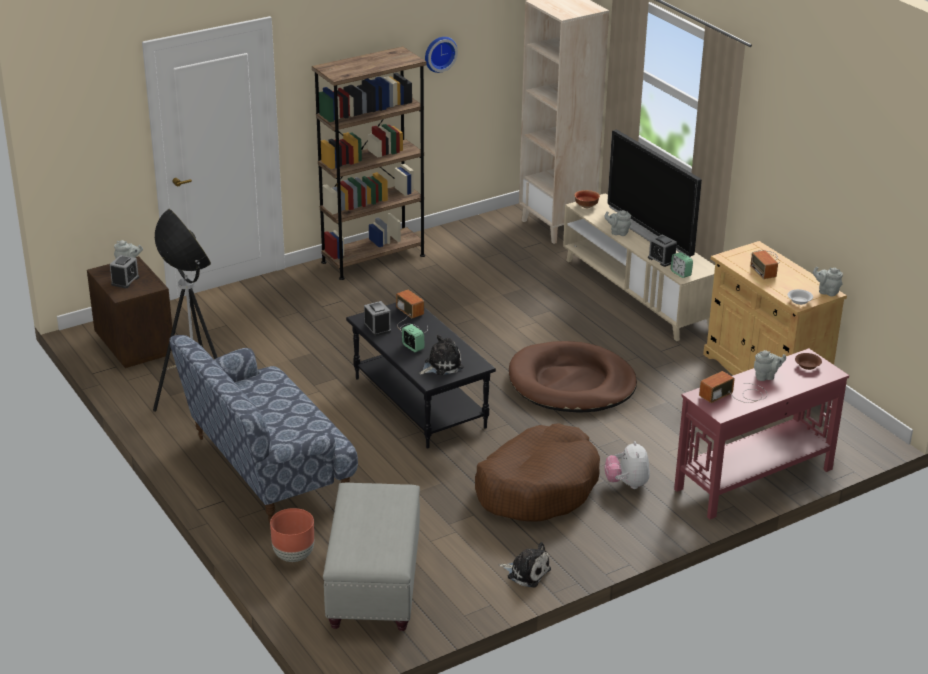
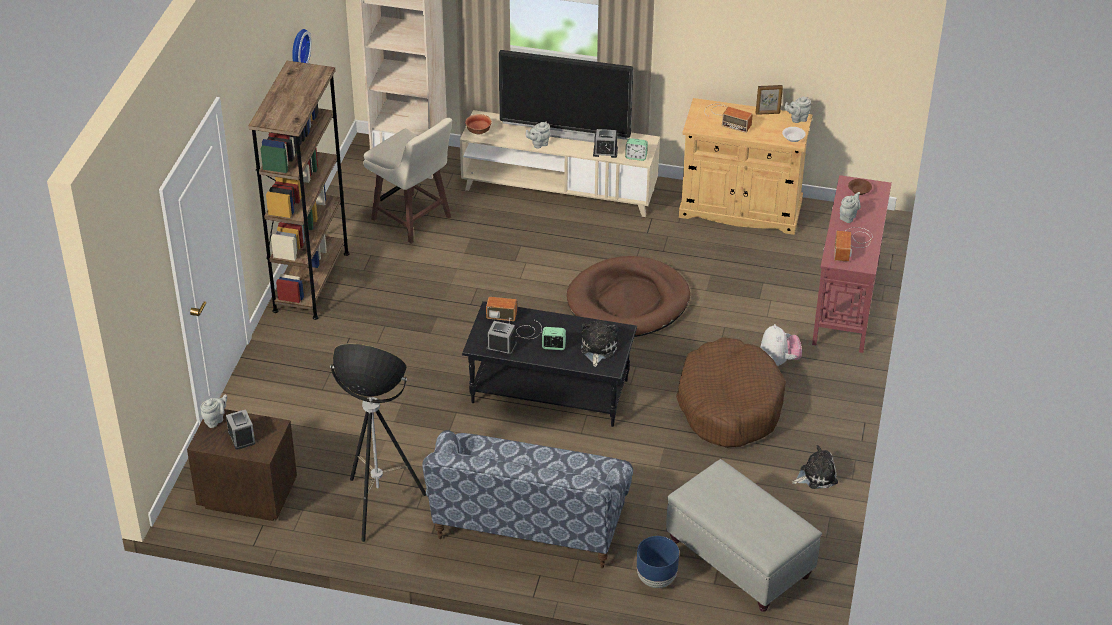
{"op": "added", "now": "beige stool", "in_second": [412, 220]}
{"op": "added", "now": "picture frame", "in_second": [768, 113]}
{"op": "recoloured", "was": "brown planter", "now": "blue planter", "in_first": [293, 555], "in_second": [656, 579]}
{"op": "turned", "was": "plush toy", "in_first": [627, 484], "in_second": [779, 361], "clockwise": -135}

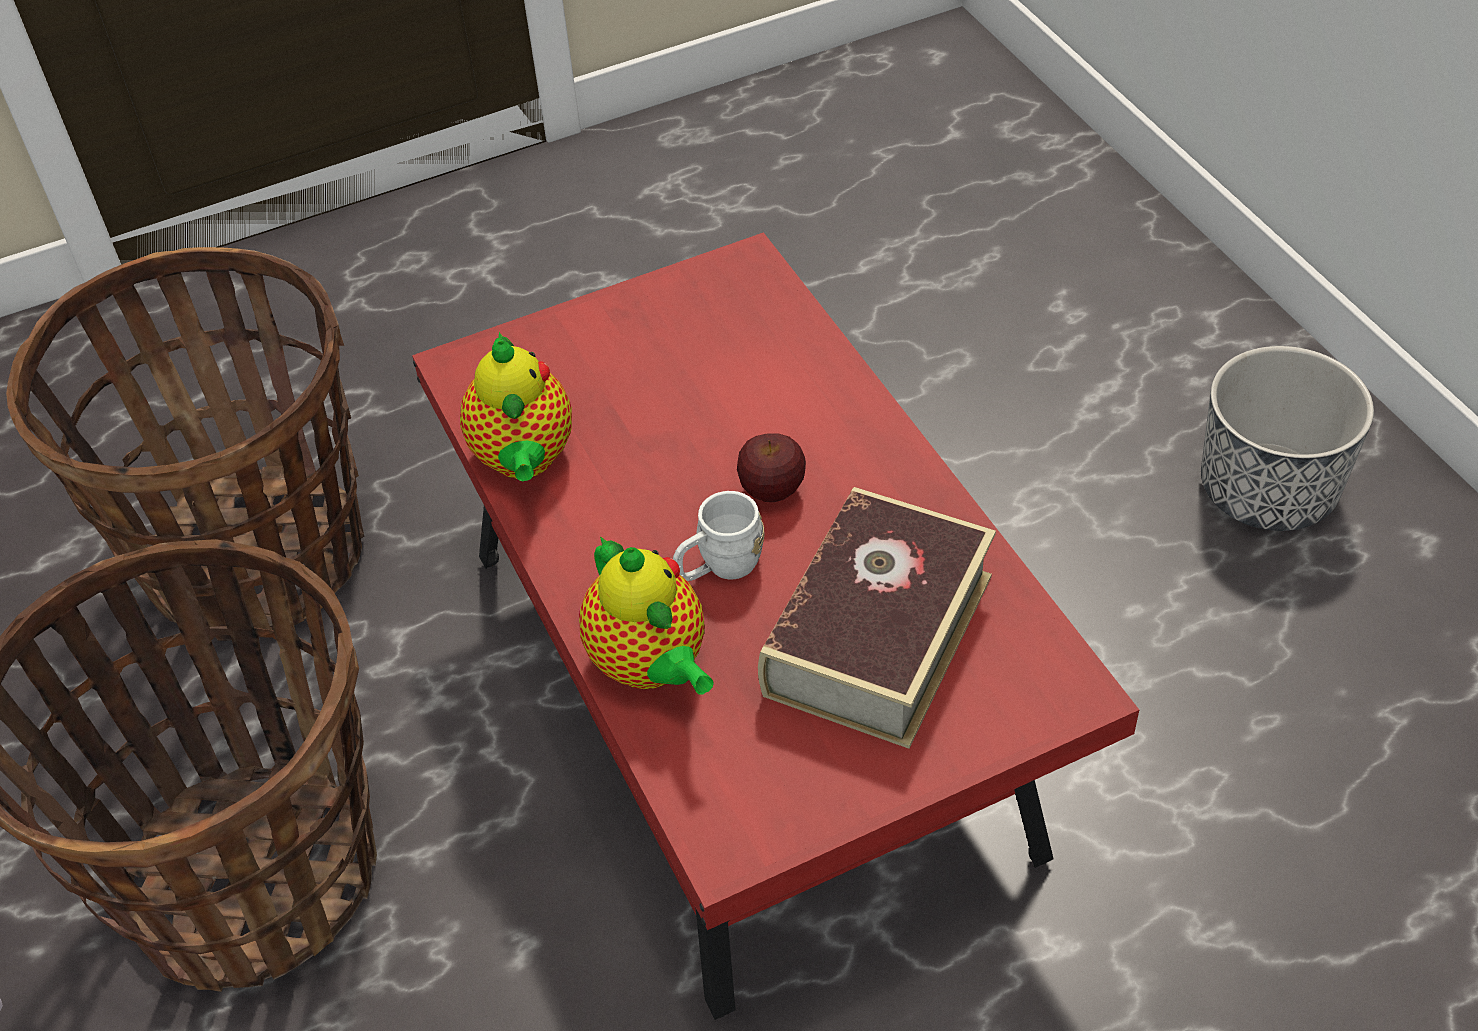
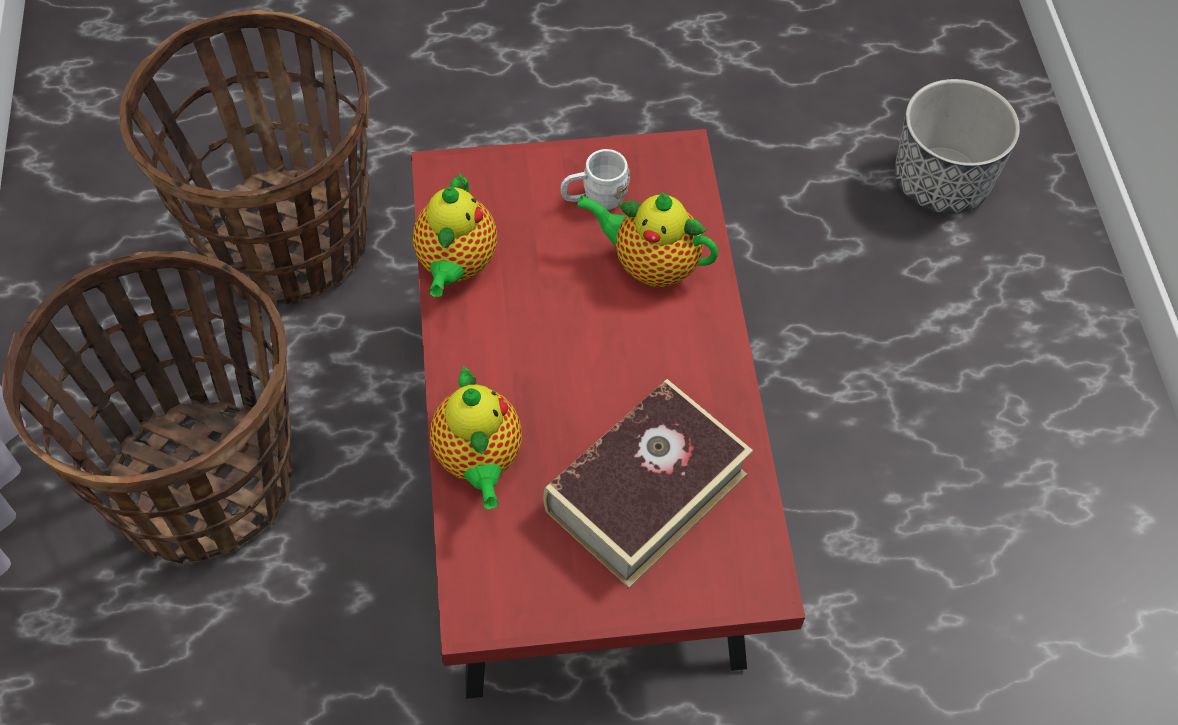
{"op": "removed", "was": "apple", "in_first": [772, 490]}
{"op": "added", "now": "teapot", "in_second": [650, 265]}
{"op": "moved", "was": "white mug", "in_first": [719, 568], "in_second": [595, 199]}
{"op": "moved", "was": "planter", "in_first": [1268, 488], "in_second": [941, 180]}

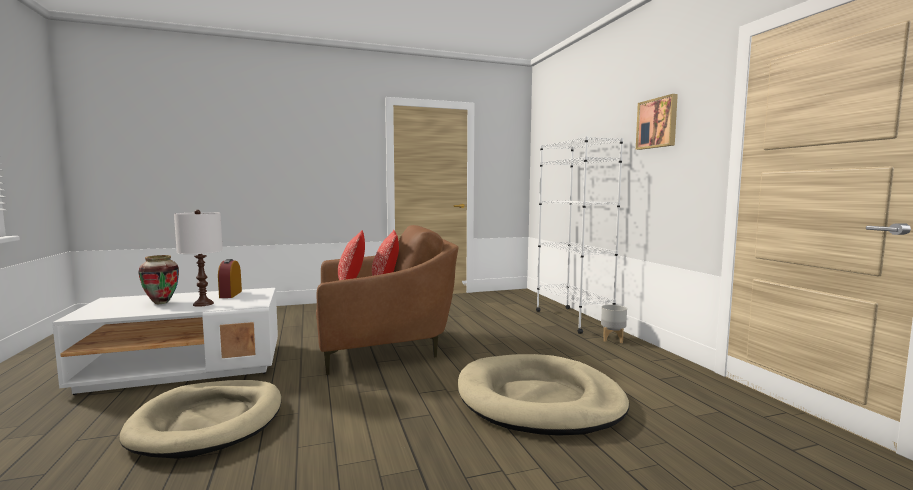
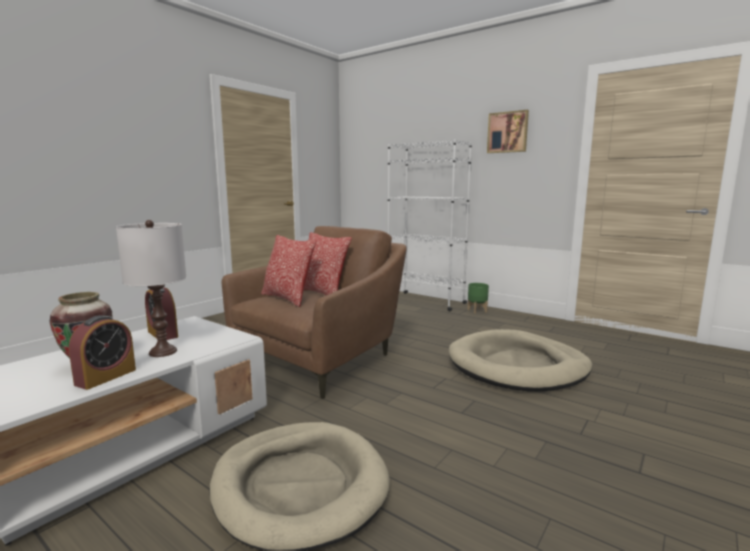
{"op": "added", "now": "alarm clock", "in_second": [106, 377]}
{"op": "recoloured", "was": "grey planter", "now": "green planter", "in_first": [612, 339], "in_second": [477, 311]}

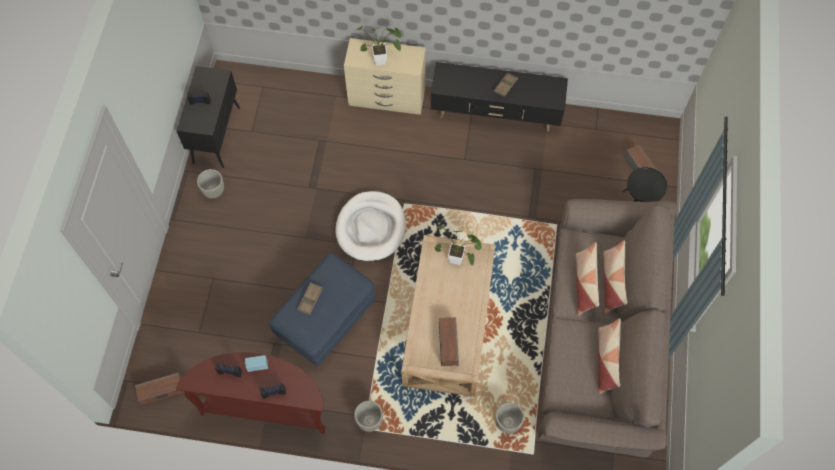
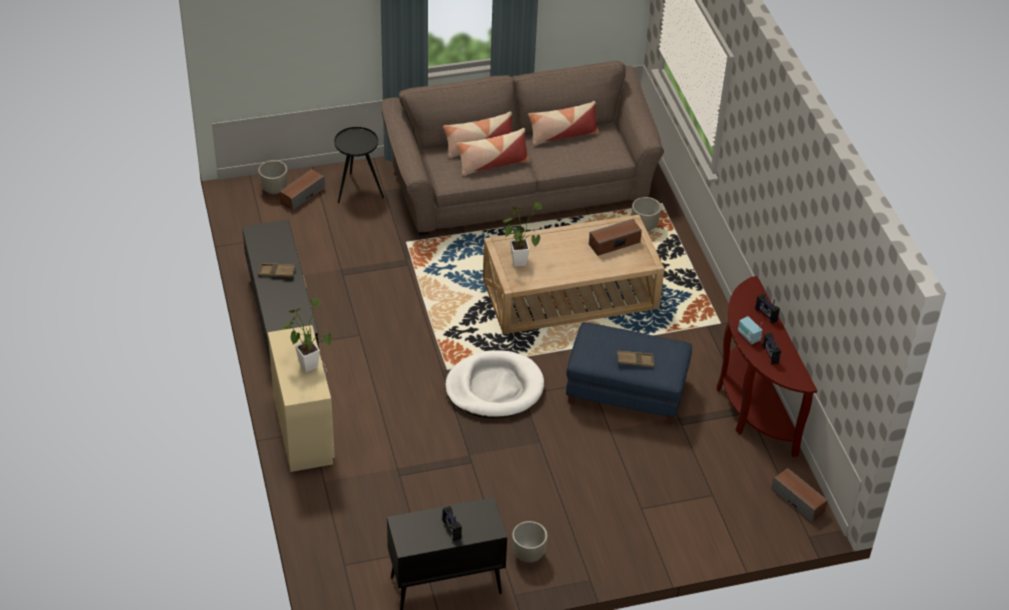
{"op": "moved", "was": "grey planter", "in_first": [369, 421], "in_second": [274, 190]}

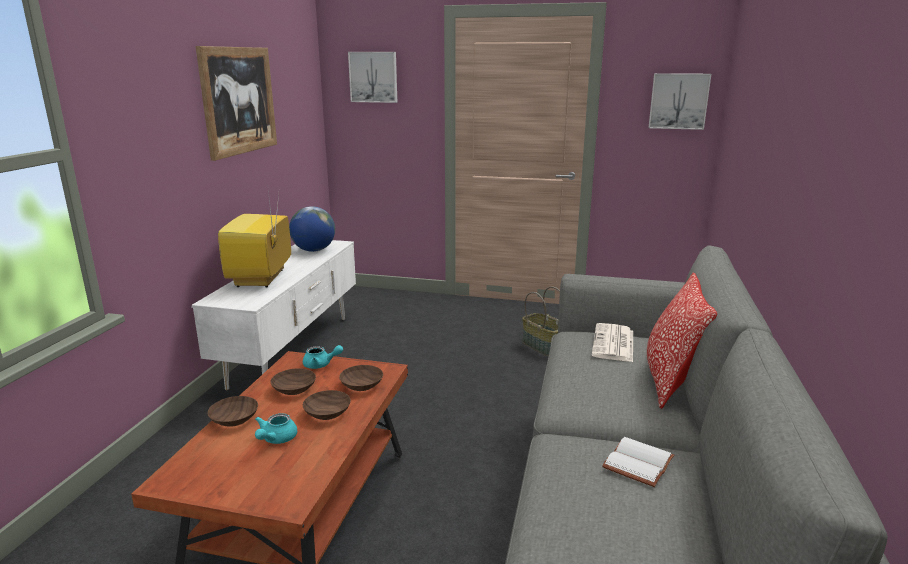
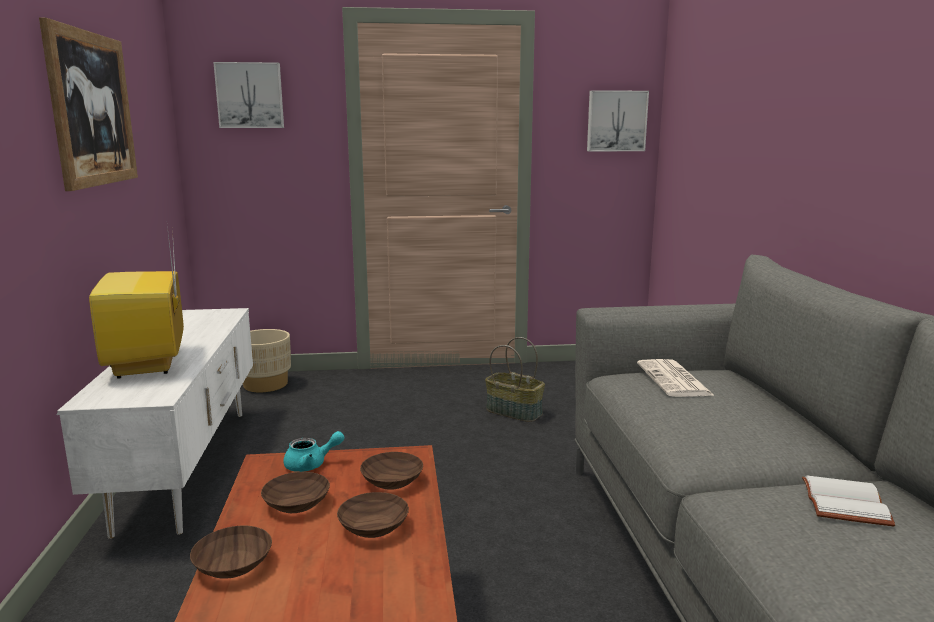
{"op": "removed", "was": "turquoise teapot", "in_first": [276, 439]}
{"op": "removed", "was": "globe", "in_first": [314, 250]}
{"op": "removed", "was": "pillow", "in_first": [670, 381]}
{"op": "added", "now": "beige planter", "in_second": [265, 384]}

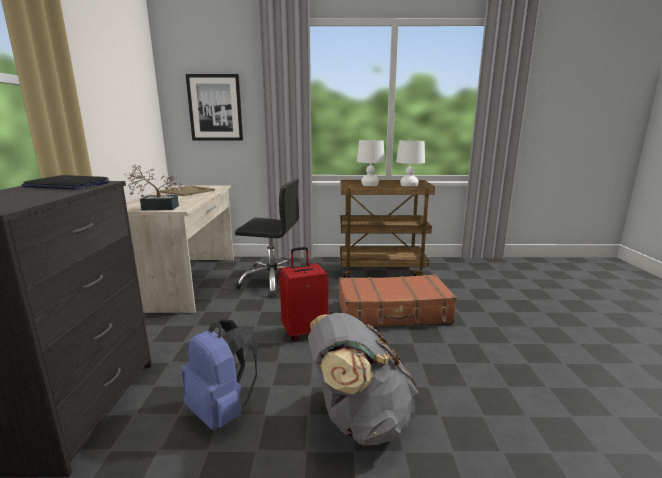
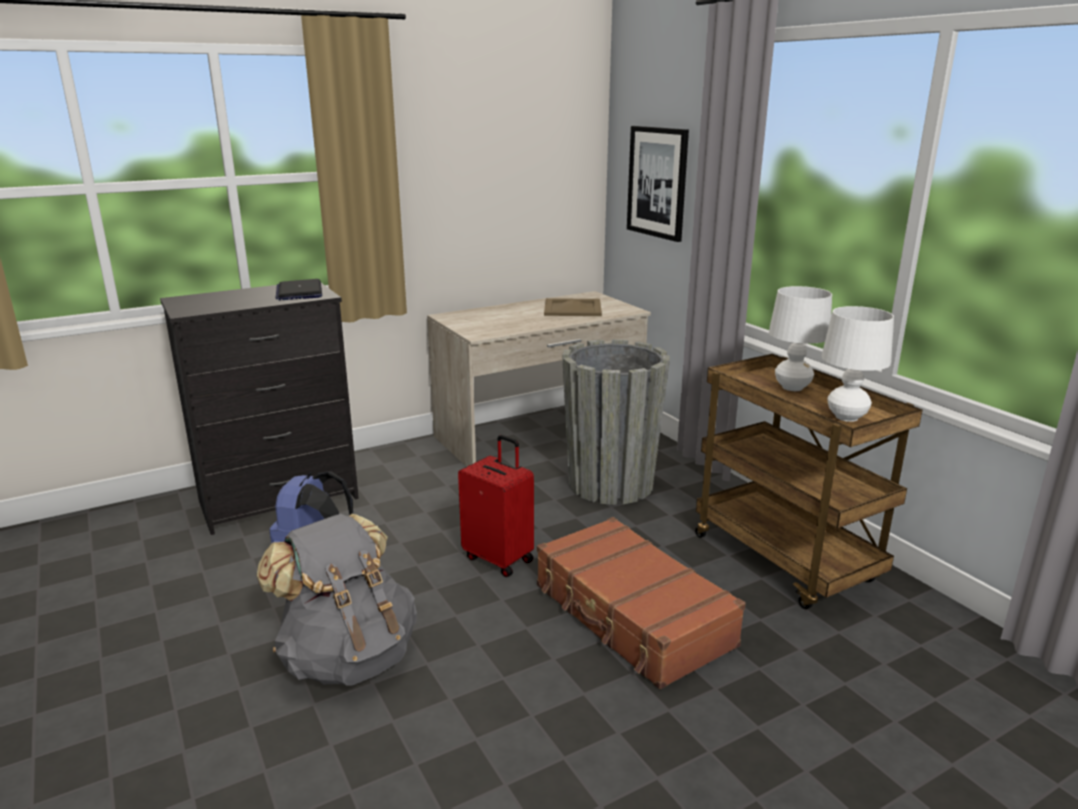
{"op": "removed", "was": "potted plant", "in_first": [156, 208]}
{"op": "replaced", "was": "black office chair", "now": "grey planter", "in_first": [273, 281], "in_second": [610, 484]}

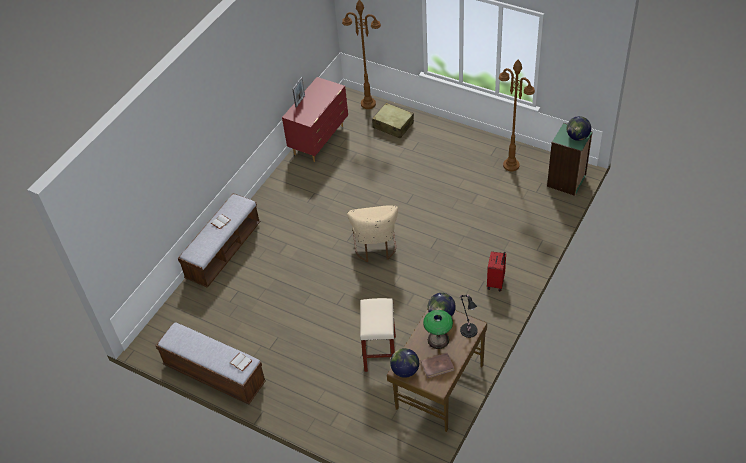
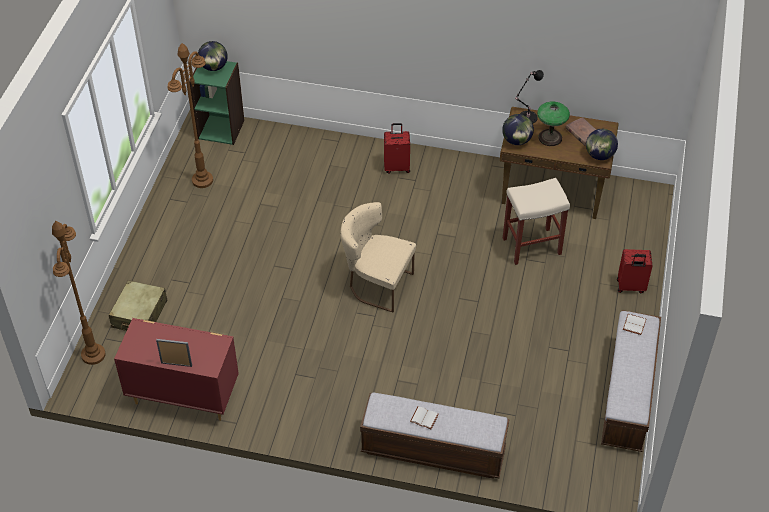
{"op": "added", "now": "red suitcase", "in_second": [630, 287]}
{"op": "turned", "was": "beige chair", "in_first": [375, 247], "in_second": [376, 284], "clockwise": -135}

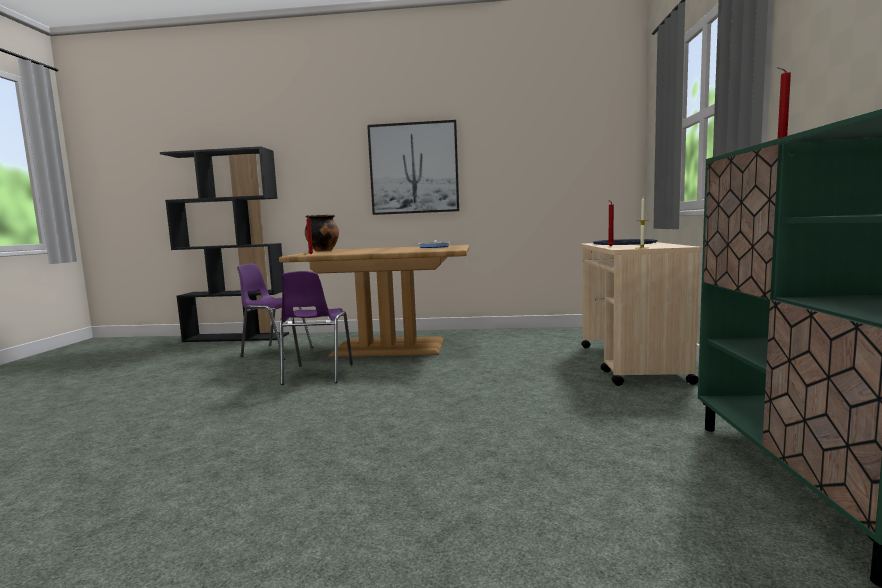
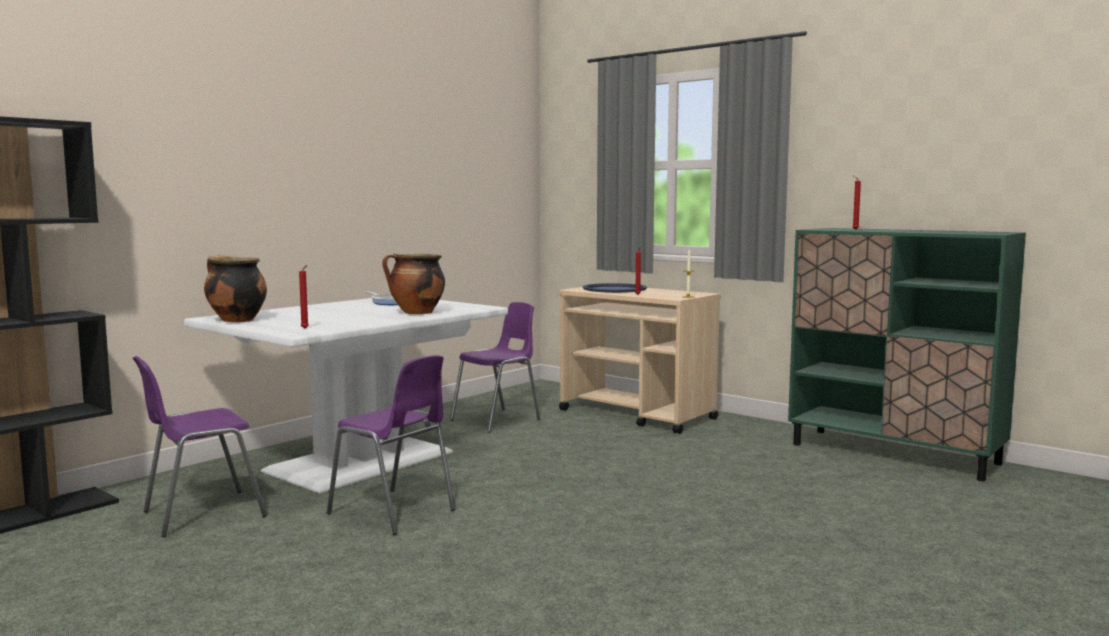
{"op": "removed", "was": "picture", "in_first": [414, 168]}
{"op": "added", "now": "cooking pot", "in_second": [416, 313]}
{"op": "added", "now": "purple chair", "in_second": [498, 420]}
{"op": "recoloured", "was": "brown dining table", "now": "white dining table", "in_first": [389, 347], "in_second": [358, 461]}

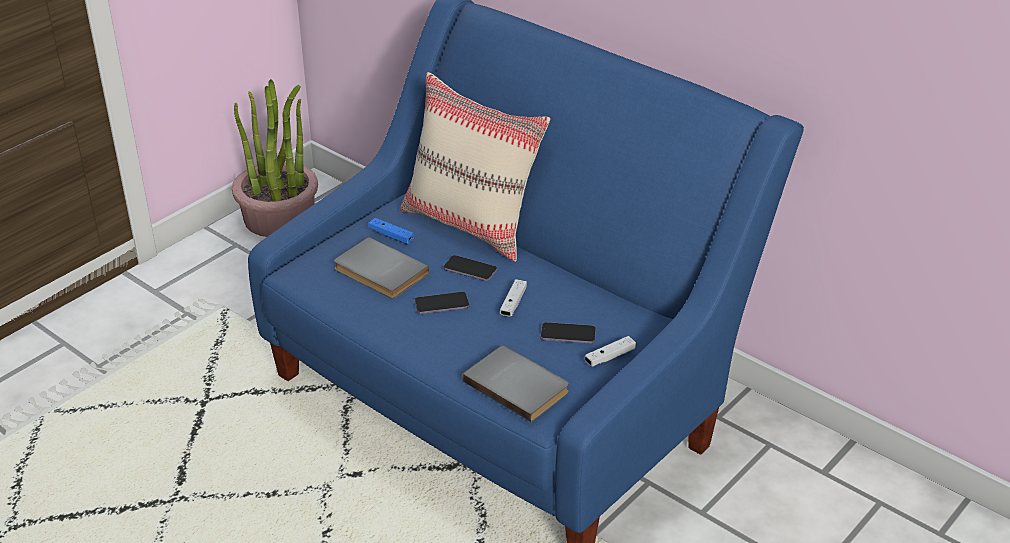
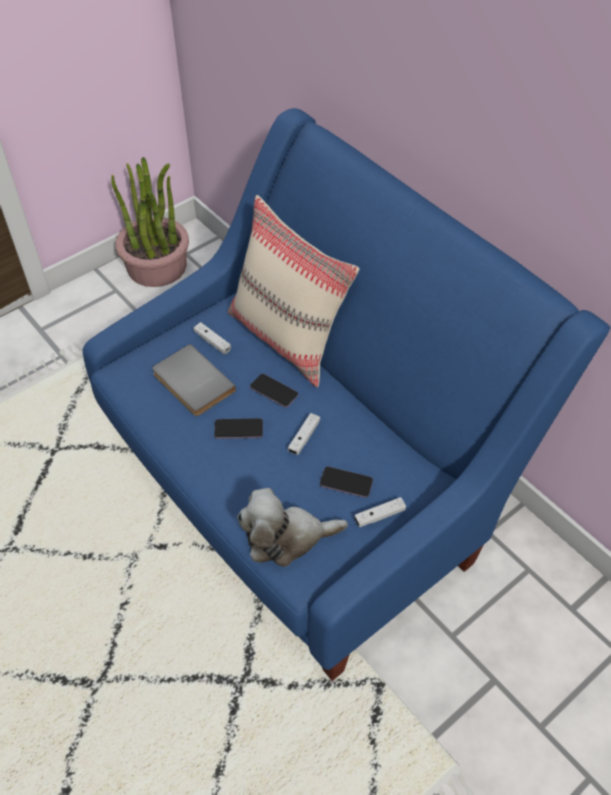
{"op": "replaced", "was": "grey book", "now": "plush toy", "in_first": [518, 385], "in_second": [286, 537]}
{"op": "recoloured", "was": "blue game controller", "now": "white game controller", "in_first": [391, 236], "in_second": [212, 342]}

